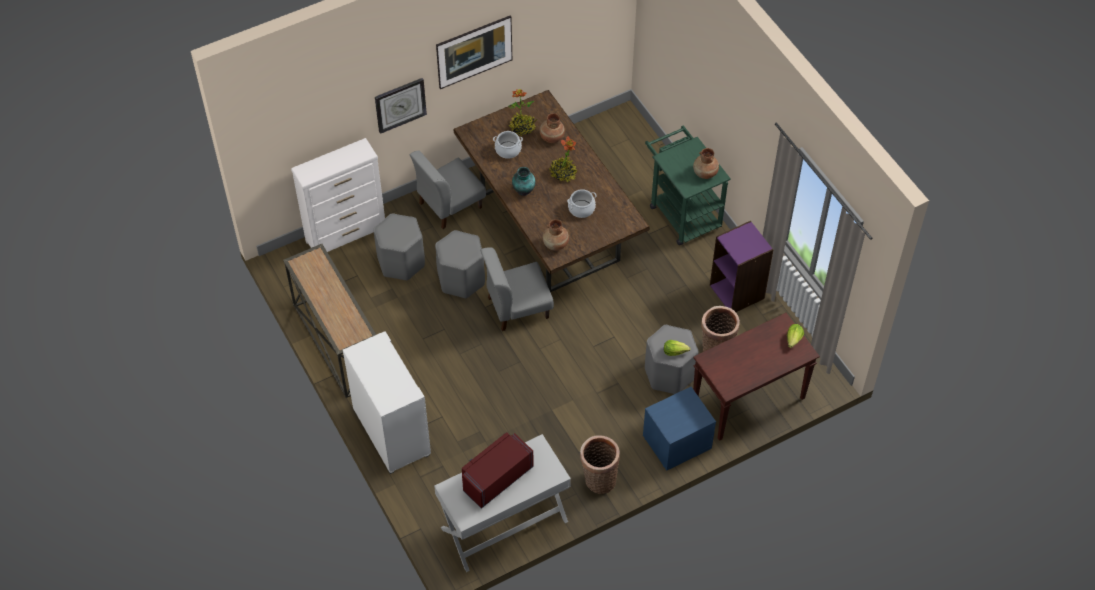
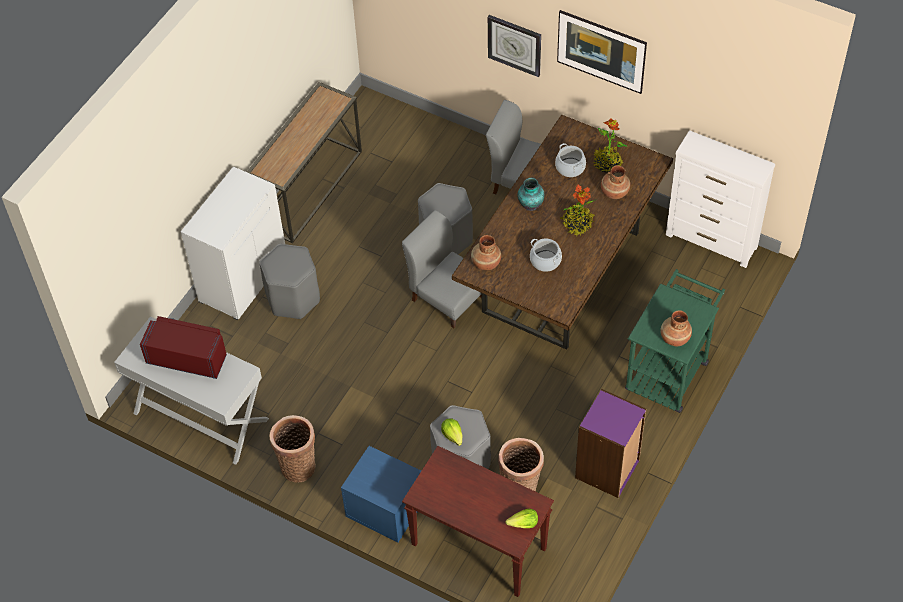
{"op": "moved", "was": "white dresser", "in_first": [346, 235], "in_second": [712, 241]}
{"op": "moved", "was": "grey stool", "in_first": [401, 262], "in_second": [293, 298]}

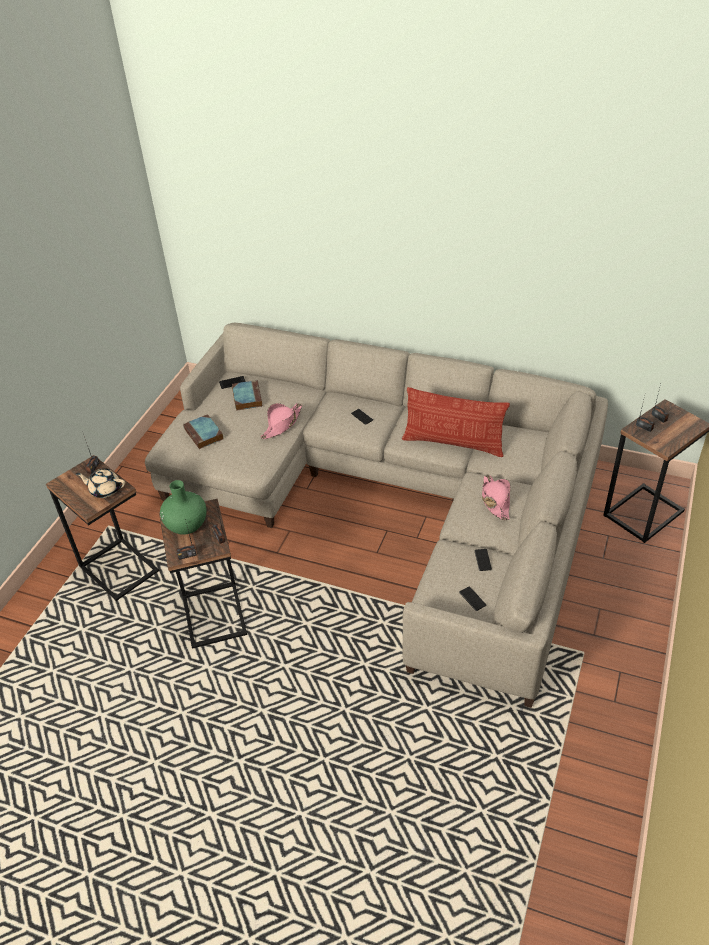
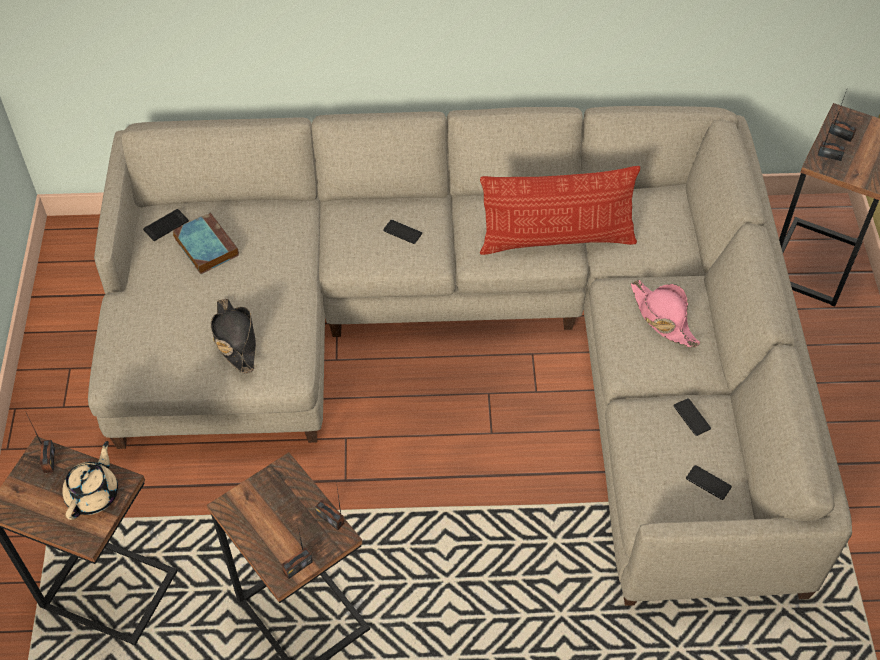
{"op": "removed", "was": "green vase", "in_first": [186, 525]}
{"op": "removed", "was": "book", "in_first": [204, 434]}
{"op": "removed", "was": "pink hat", "in_first": [282, 424]}
{"op": "added", "now": "black hat", "in_second": [235, 339]}
{"op": "turned", "was": "beige teapot", "in_first": [105, 490], "in_second": [94, 494], "clockwise": 120}

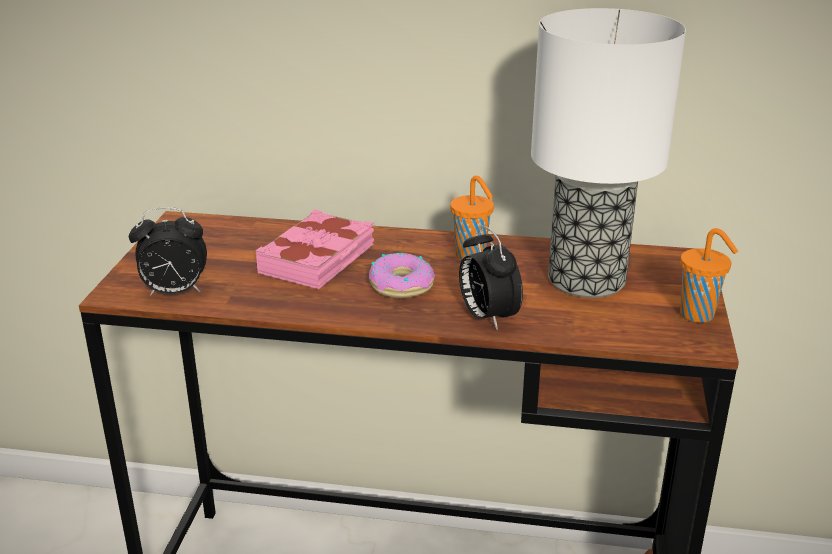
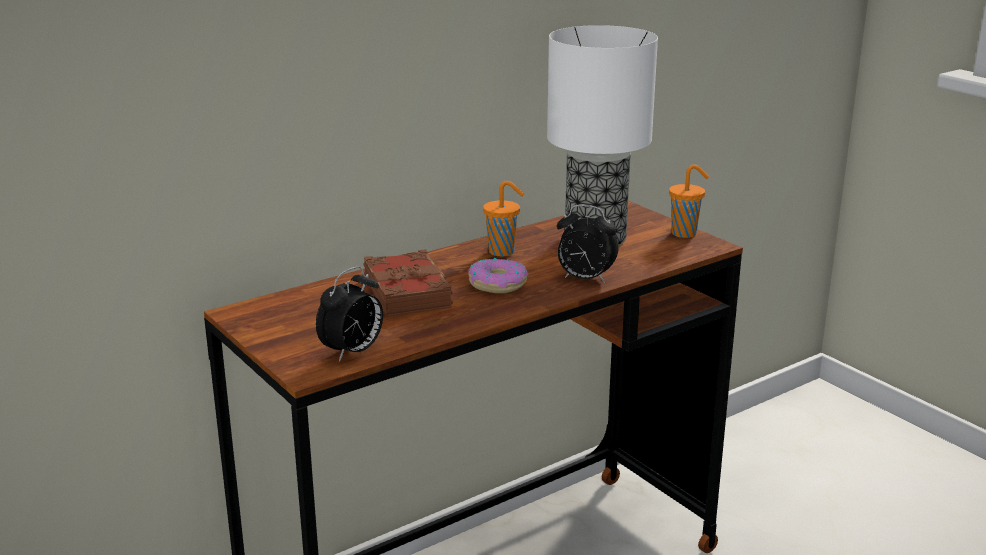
{"op": "recoloured", "was": "pink book", "now": "brown book", "in_first": [318, 259], "in_second": [408, 292]}

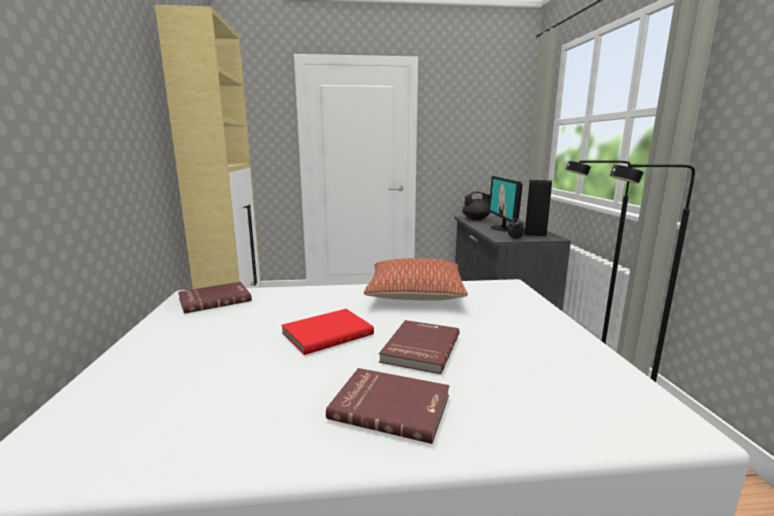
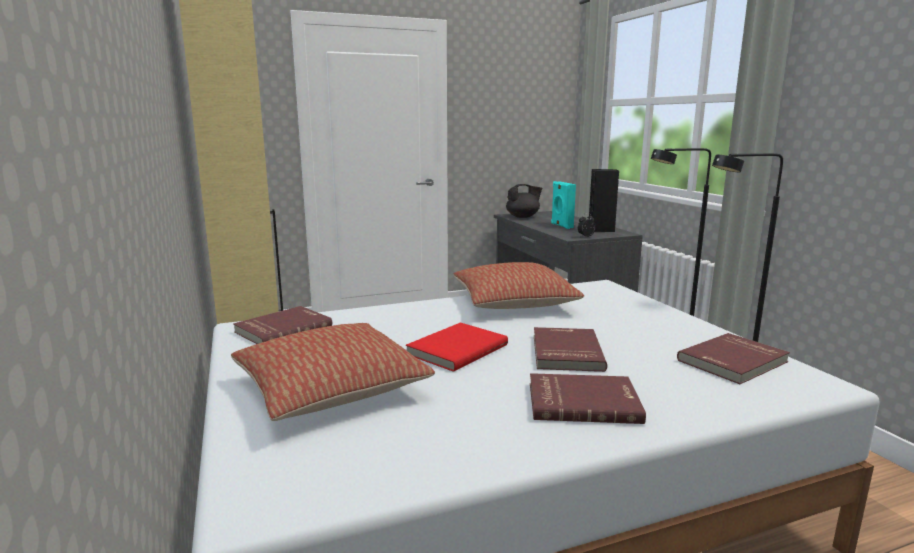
{"op": "added", "now": "pillow", "in_second": [330, 389]}
{"op": "added", "now": "red book", "in_second": [734, 362]}
{"op": "replaced", "was": "monitor", "now": "turquoise speaker", "in_first": [502, 228], "in_second": [561, 225]}

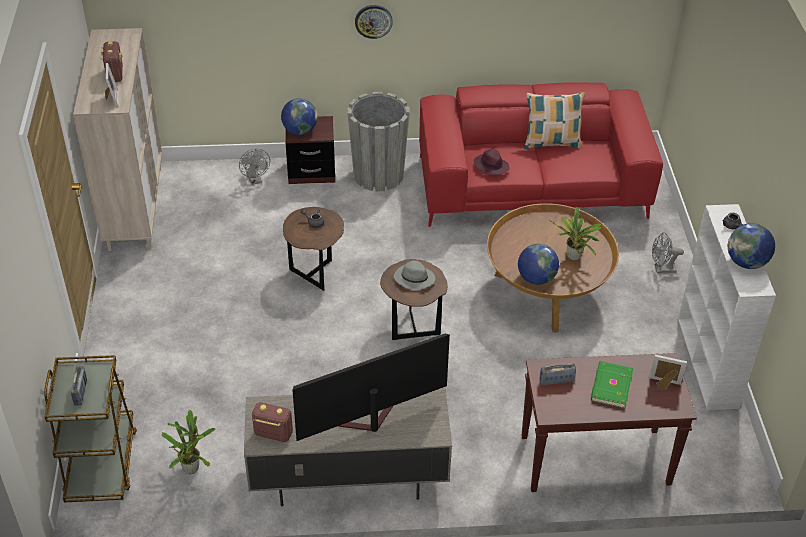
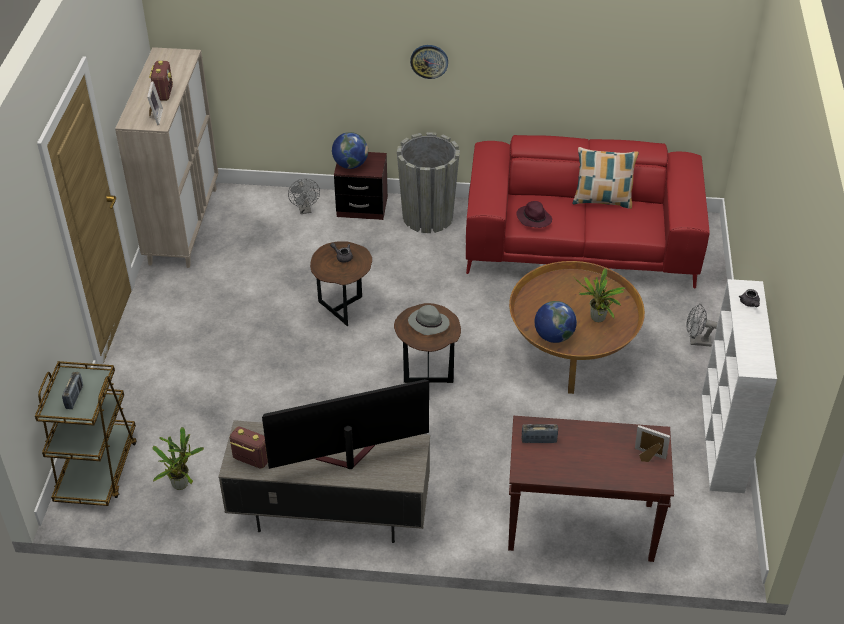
{"op": "removed", "was": "green book", "in_first": [610, 386]}
{"op": "removed", "was": "globe", "in_first": [746, 262]}

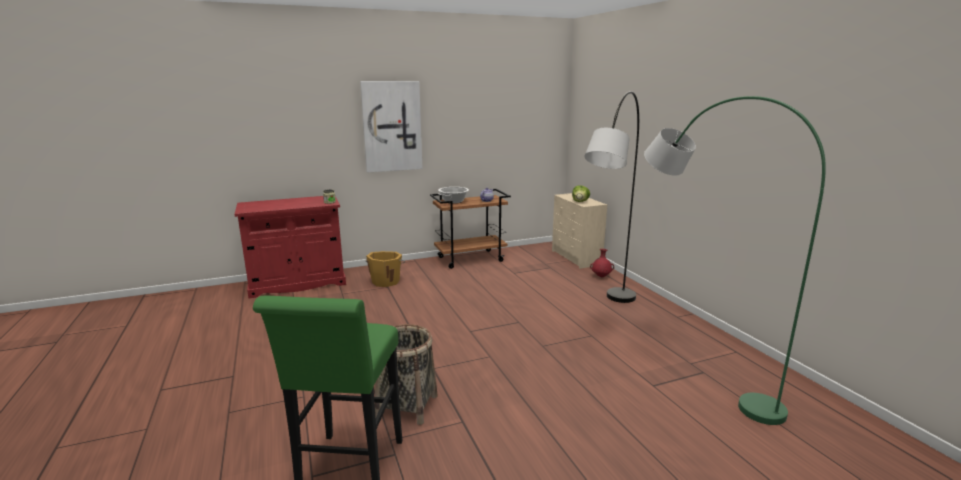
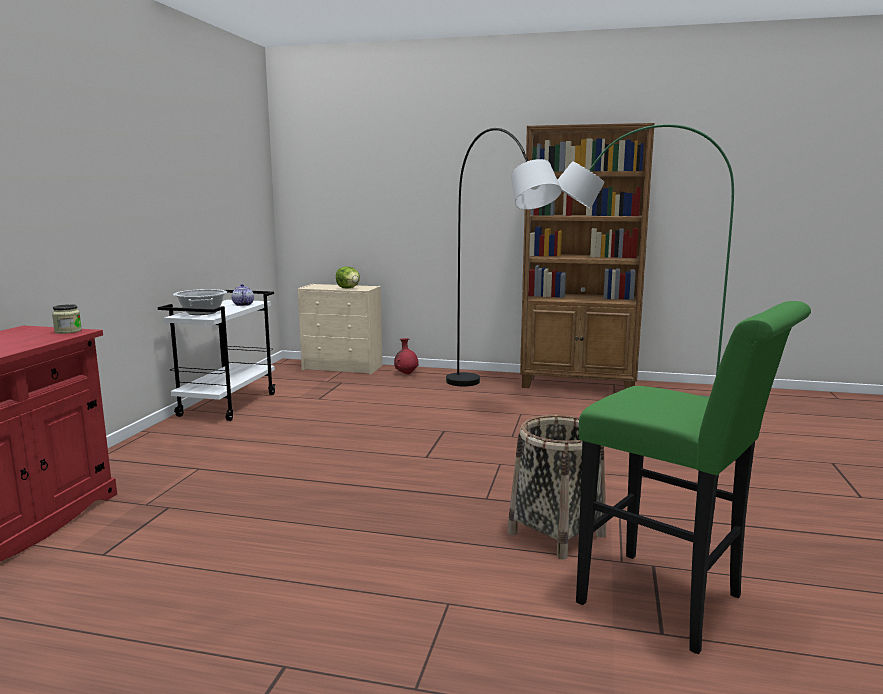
{"op": "removed", "was": "picture", "in_first": [392, 126]}
{"op": "removed", "was": "orange bucket", "in_first": [386, 281]}
{"op": "added", "now": "brown bookcase", "in_second": [578, 384]}
{"op": "recoloured", "was": "brown cart", "now": "white cart", "in_first": [471, 259], "in_second": [228, 404]}

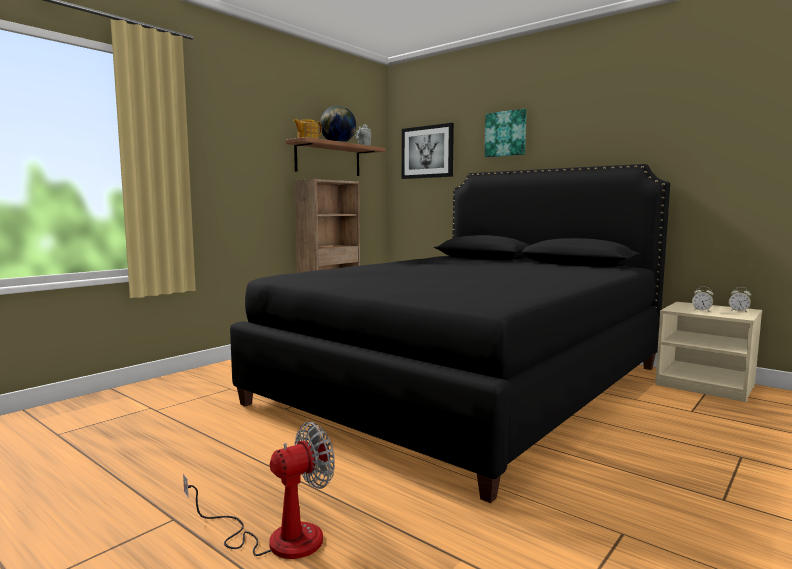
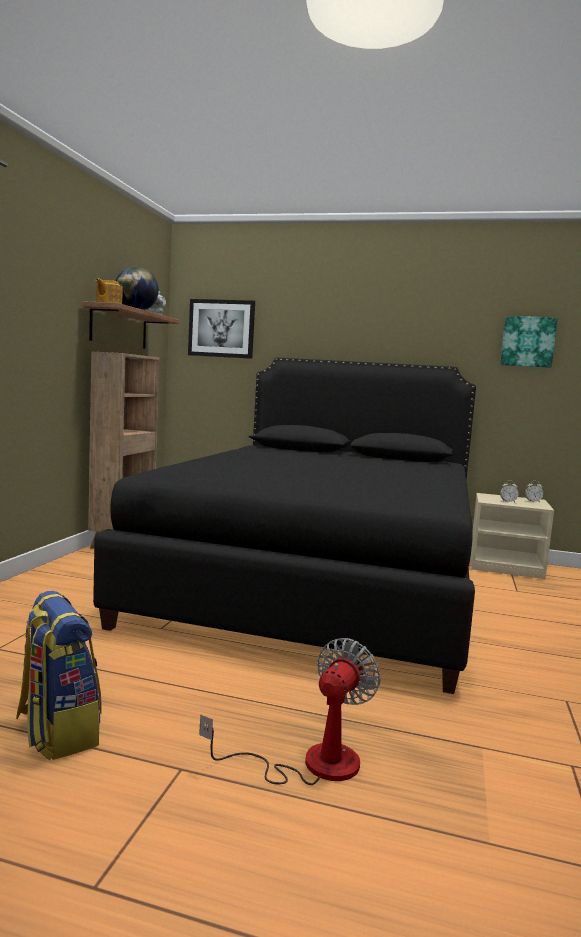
{"op": "added", "now": "backpack", "in_second": [57, 732]}
{"op": "moved", "was": "picture", "in_first": [506, 134], "in_second": [527, 342]}

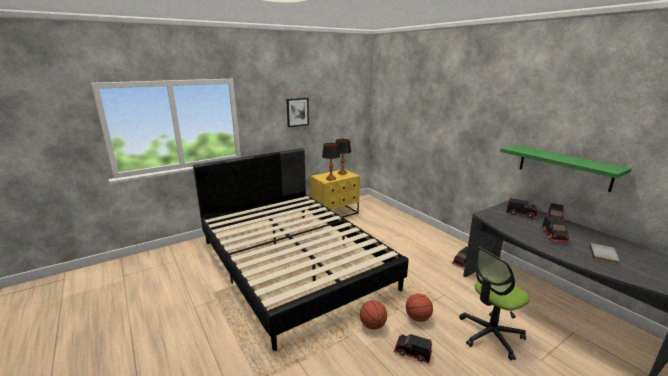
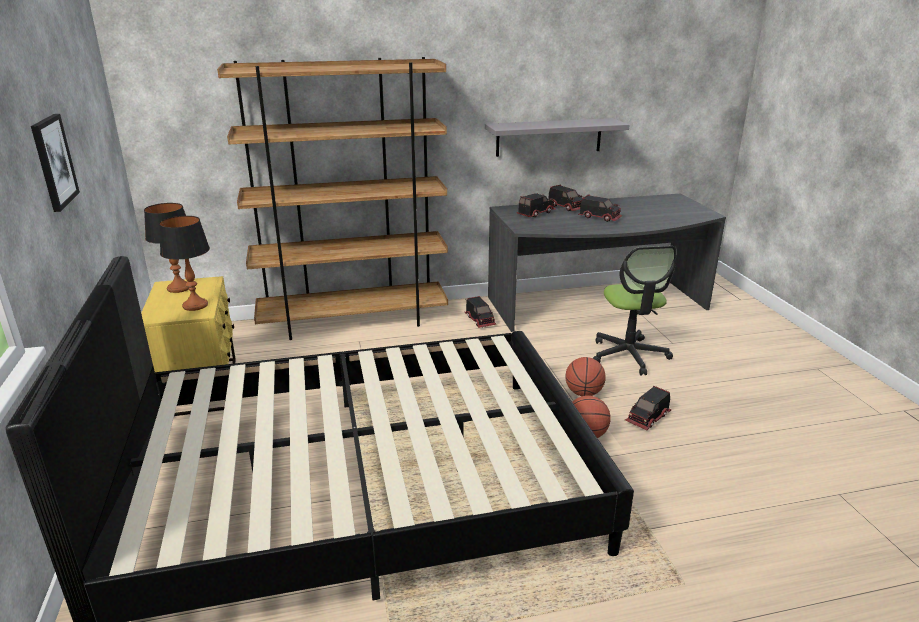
{"op": "removed", "was": "grey book", "in_first": [604, 255]}
{"op": "added", "now": "brown bookcase", "in_second": [354, 321]}
{"op": "recoloured", "was": "green shelf", "now": "grey shelf", "in_first": [564, 167], "in_second": [549, 137]}

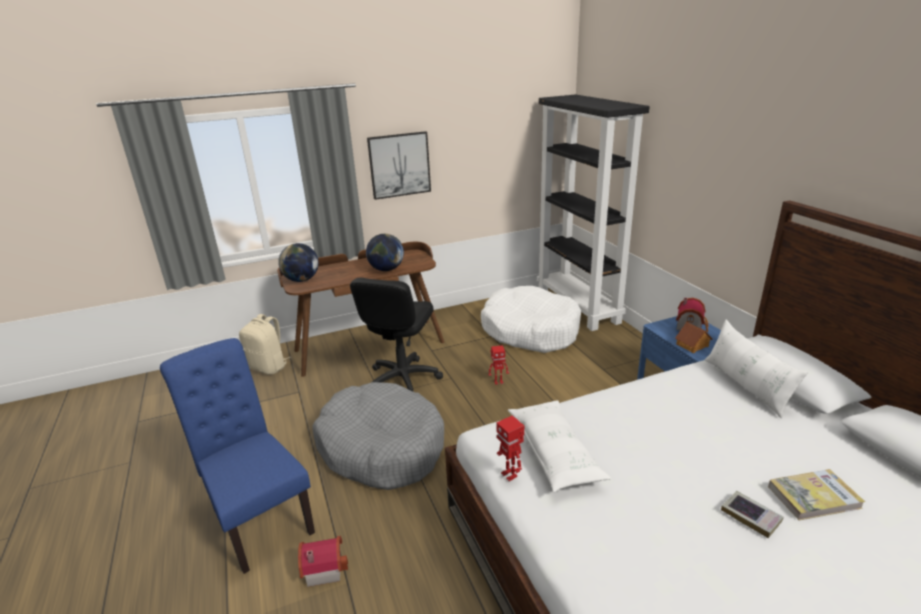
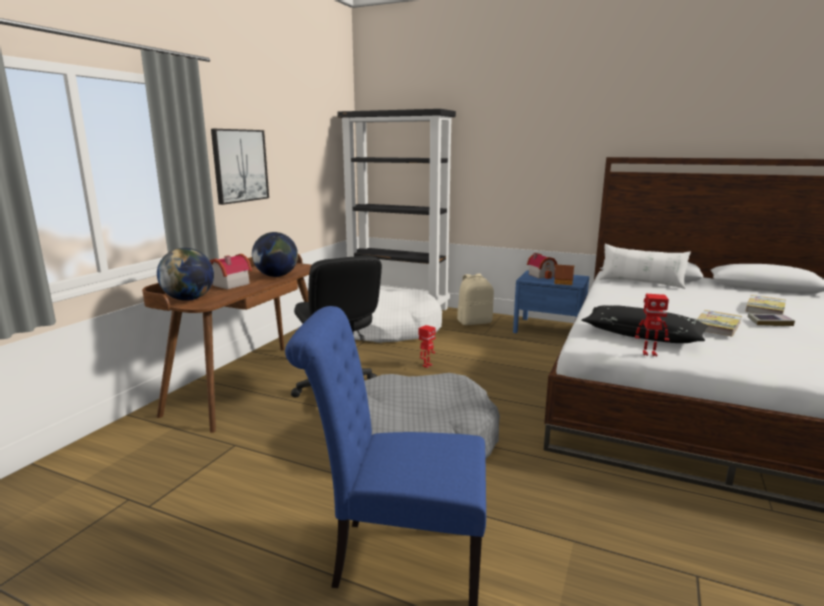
{"op": "added", "now": "book", "in_second": [717, 325]}
{"op": "moved", "was": "beige backpack", "in_first": [268, 367], "in_second": [474, 322]}
{"op": "moved", "was": "toy house", "in_first": [323, 568], "in_second": [228, 284]}
{"op": "recoloured", "was": "white pillow", "now": "black pillow", "in_first": [555, 453], "in_second": [642, 335]}

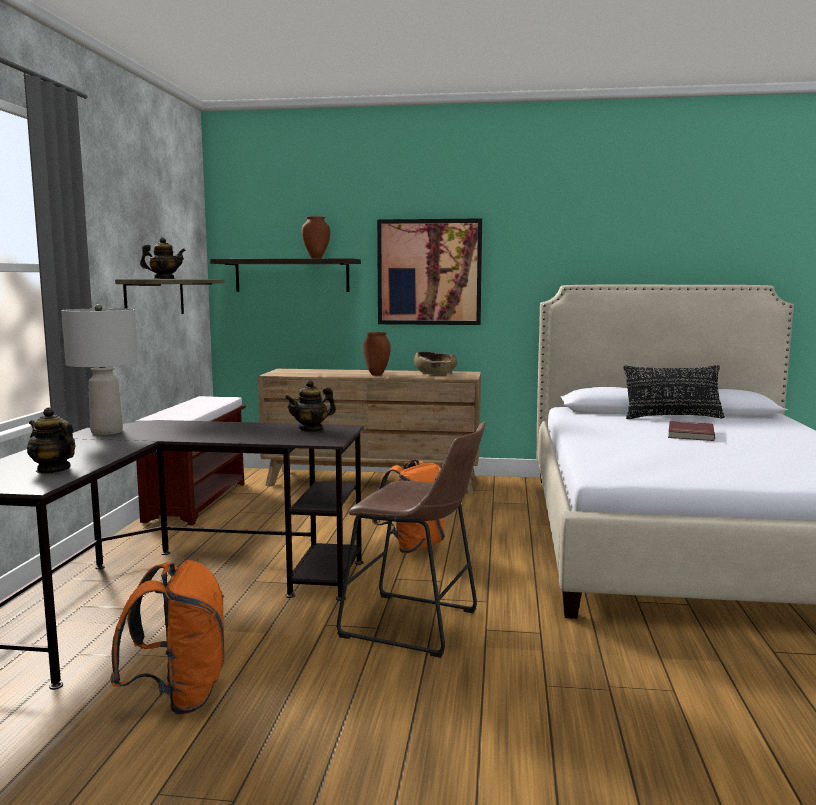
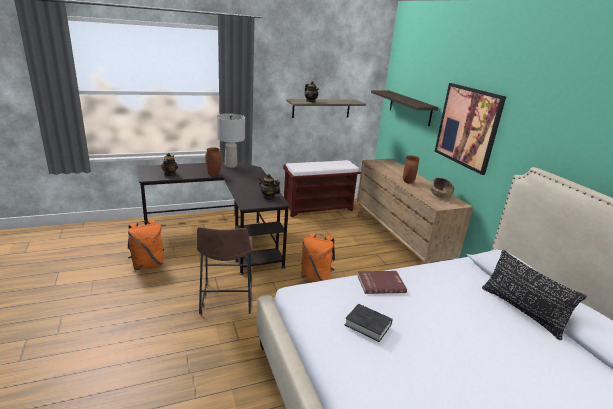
{"op": "added", "now": "black book", "in_second": [368, 325]}
{"op": "moved", "was": "brown vase", "in_first": [316, 259], "in_second": [213, 175]}
{"op": "moved", "was": "red book", "in_first": [689, 433], "in_second": [380, 283]}

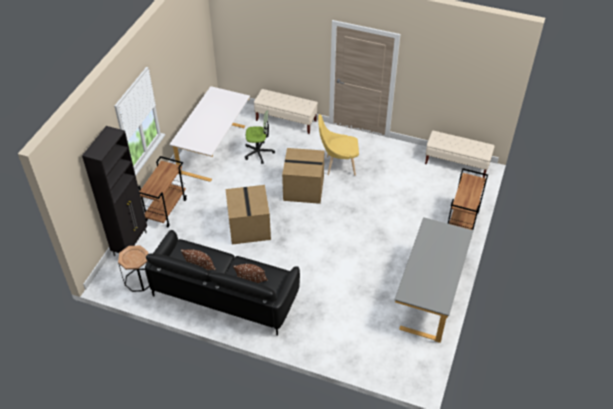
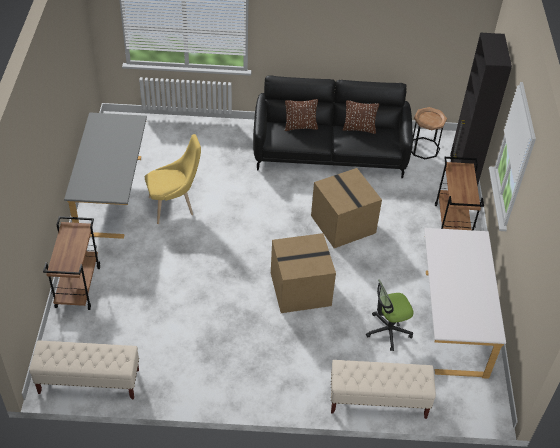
{"op": "moved", "was": "yellow chair", "in_first": [338, 165], "in_second": [174, 206]}

